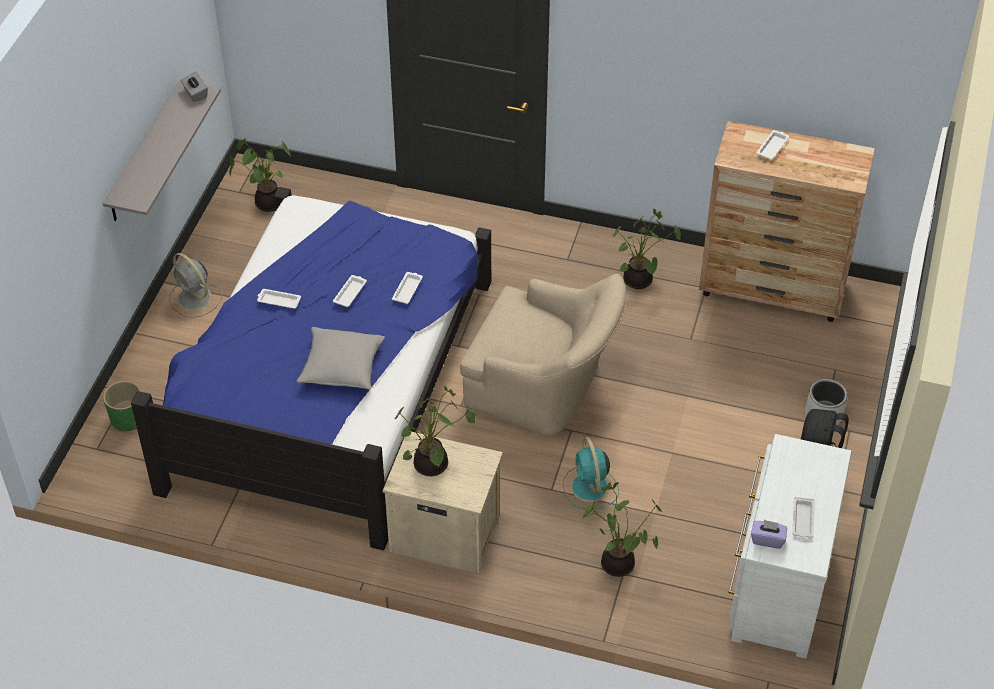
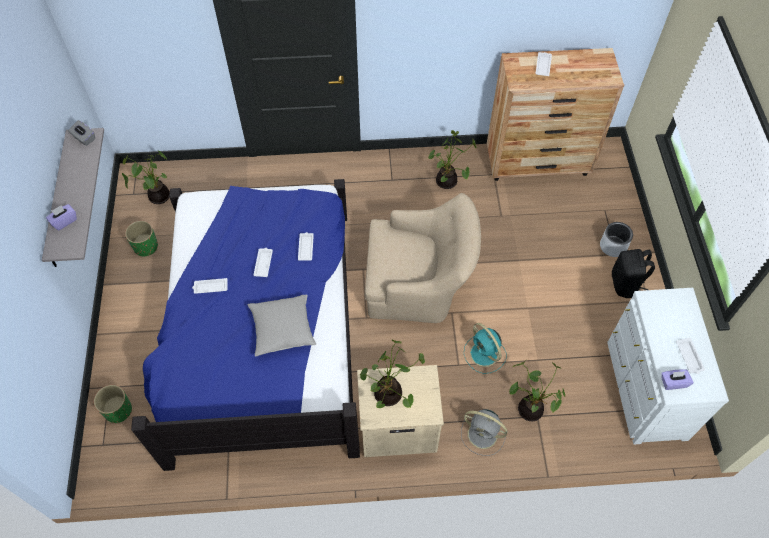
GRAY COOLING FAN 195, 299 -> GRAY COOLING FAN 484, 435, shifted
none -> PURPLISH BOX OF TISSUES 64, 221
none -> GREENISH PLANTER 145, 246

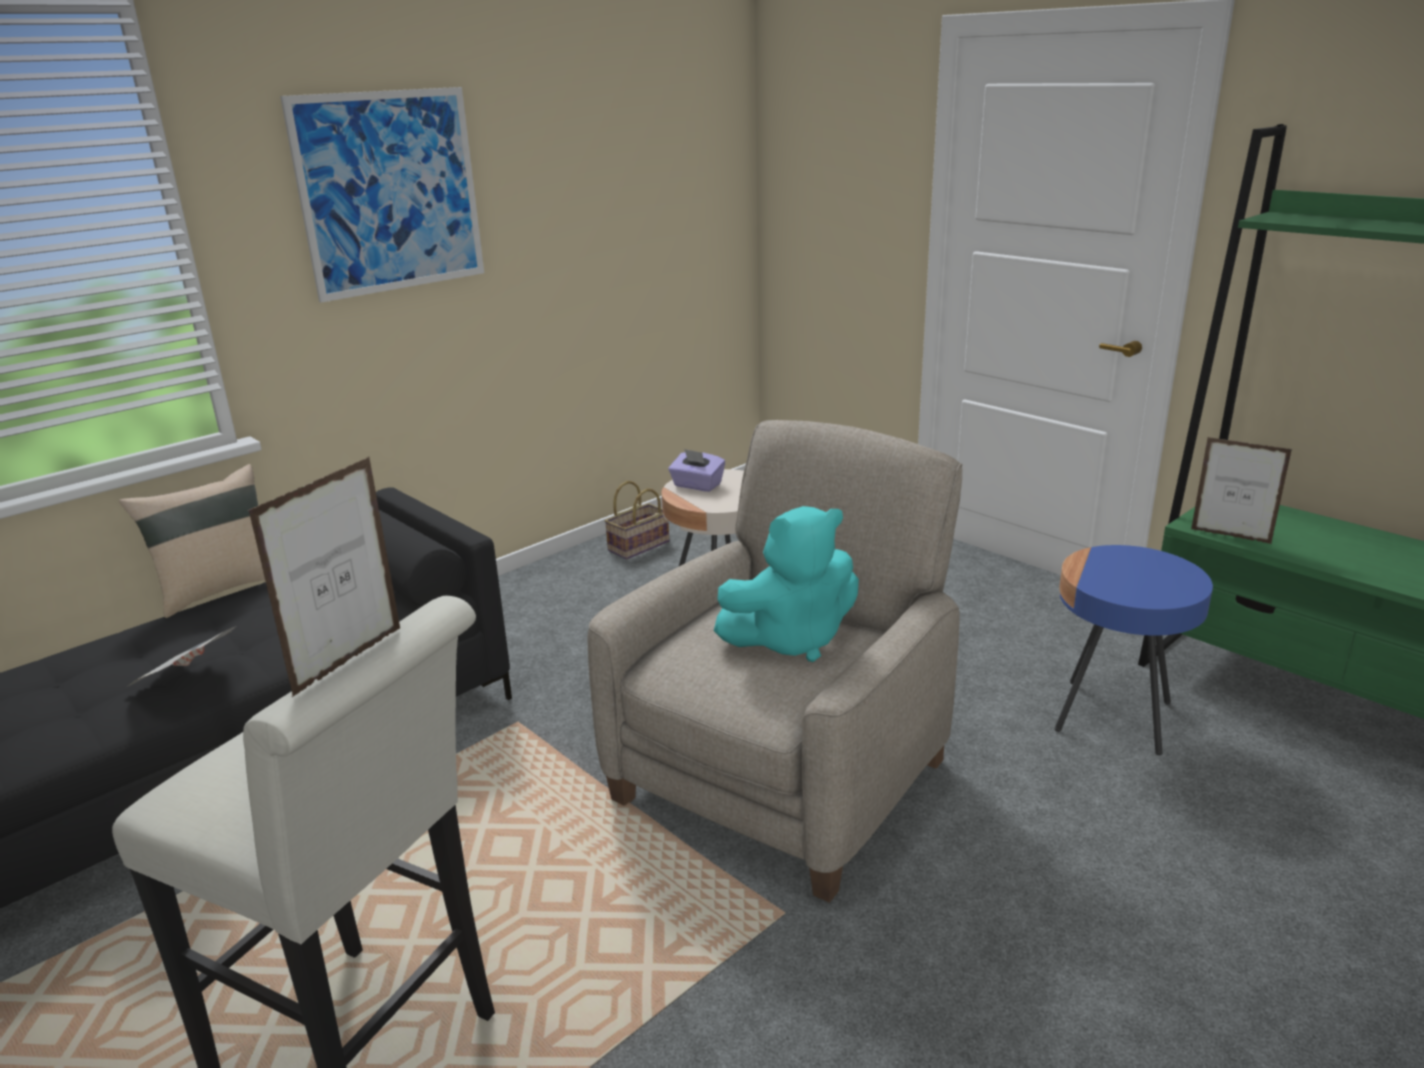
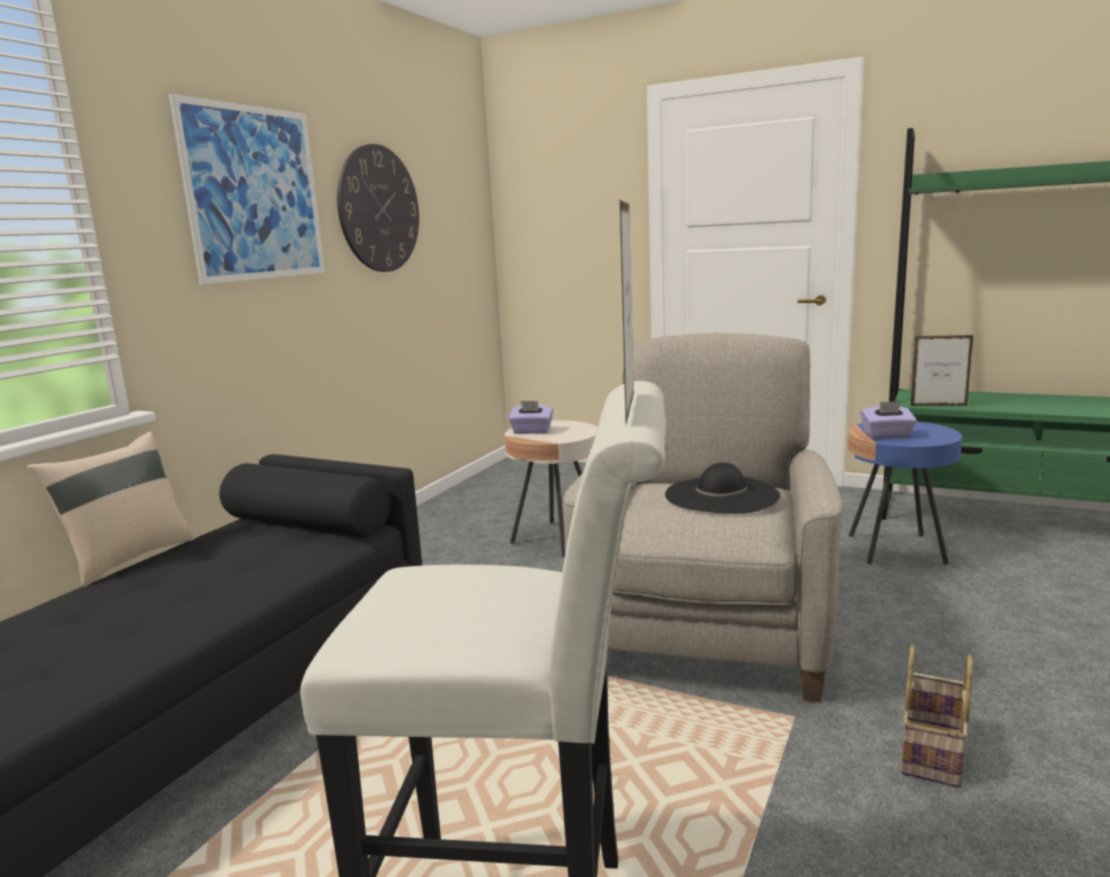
NEWSPAPER 188, 682 -> none
HOUSEHOLD BASKET 638, 547 -> HOUSEHOLD BASKET 933, 754, shifted
TURQUOISE CUDDLY TOY 791, 640 -> BLACK-COLOURED HAT 721, 495
none -> WALL CLOCK 379, 209
none -> PURPLISH BOX OF TISSUES 887, 435

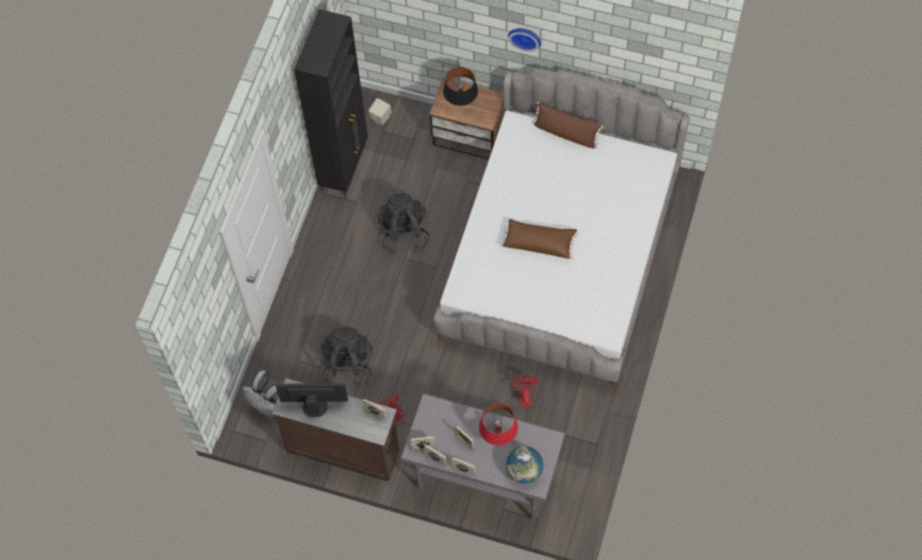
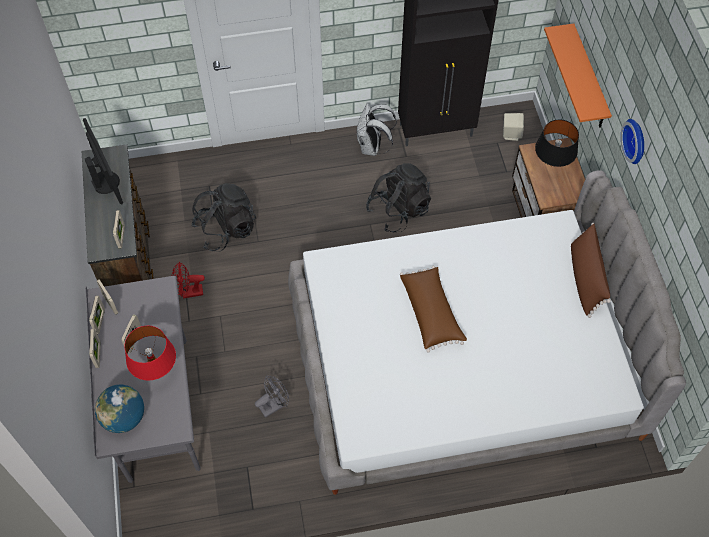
WHITE KNAPSACK 268, 406 -> WHITE KNAPSACK 372, 147, shifted
REDDISH COOLING FAN 524, 395 -> GRAY COOLING FAN 274, 405
none -> ORANGE SHELF 589, 79

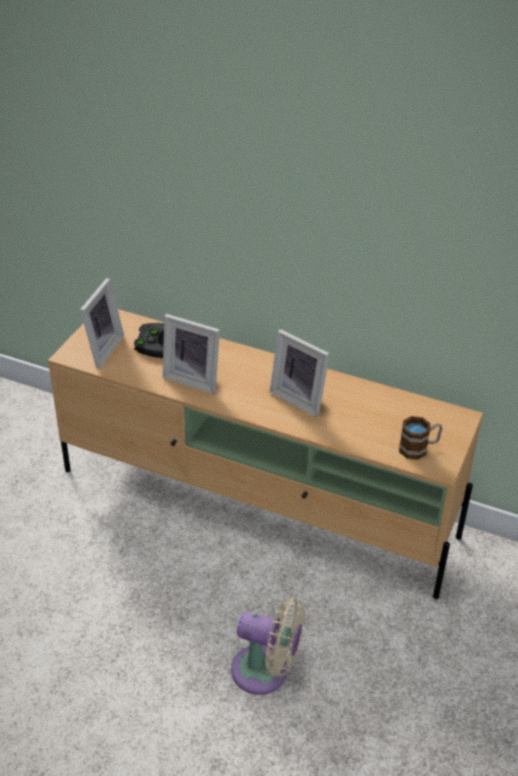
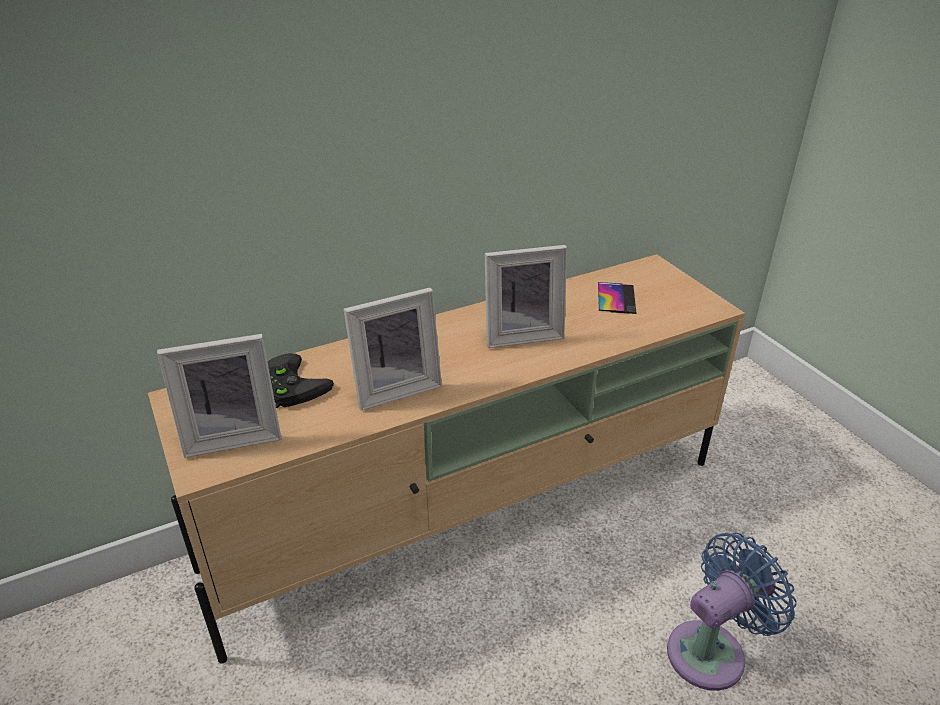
STANDING FRAME 100, 349 -> STANDING FRAME 232, 436, 105 degrees clockwise
BEIGE COOLING FAN 266, 672 -> BLUISH COOLING FAN 712, 650
COFFEE MUG 418, 448 -> none
none -> PHONE 616, 298

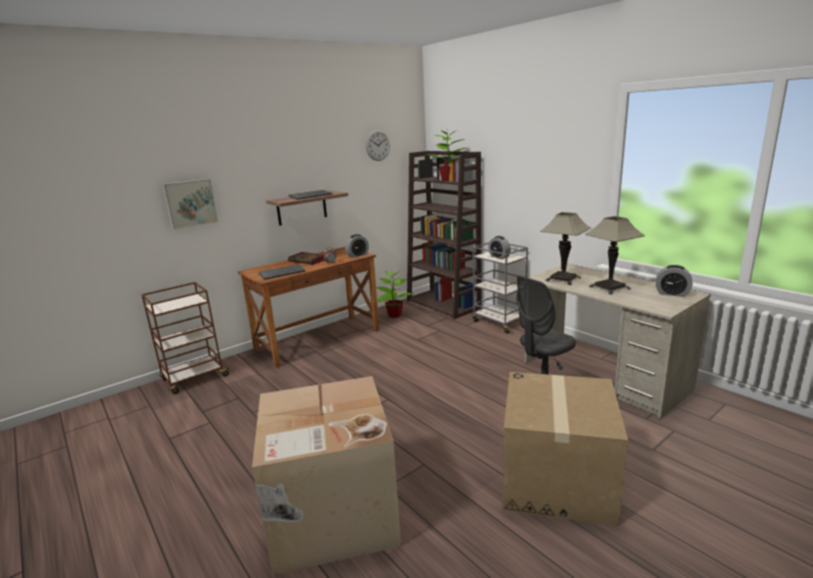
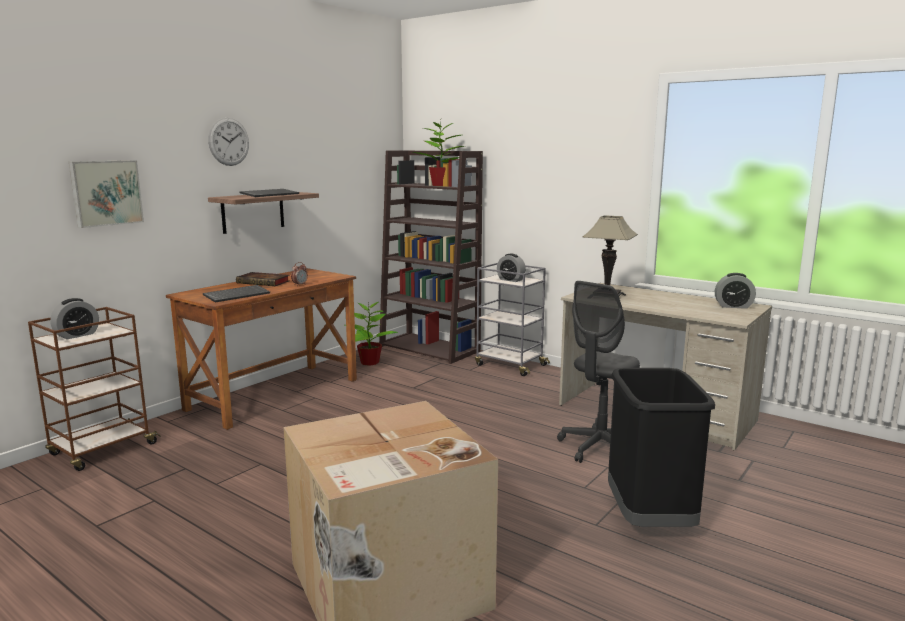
BEDSIDE CLOCK 357, 255 -> BEDSIDE CLOCK 77, 335, shifted
WALL CLOCK 377, 145 -> WALL CLOCK 229, 142, shifted
PACKING BOX 557, 480 -> BLACK-COLOURED TRASH CAN 650, 520
TABLE LAMP 609, 287 -> none

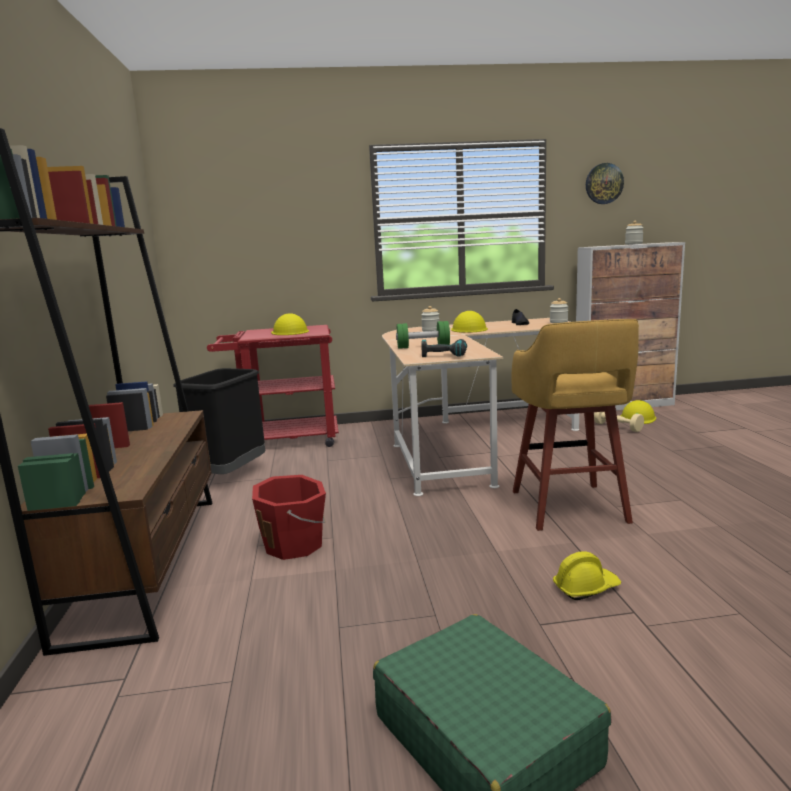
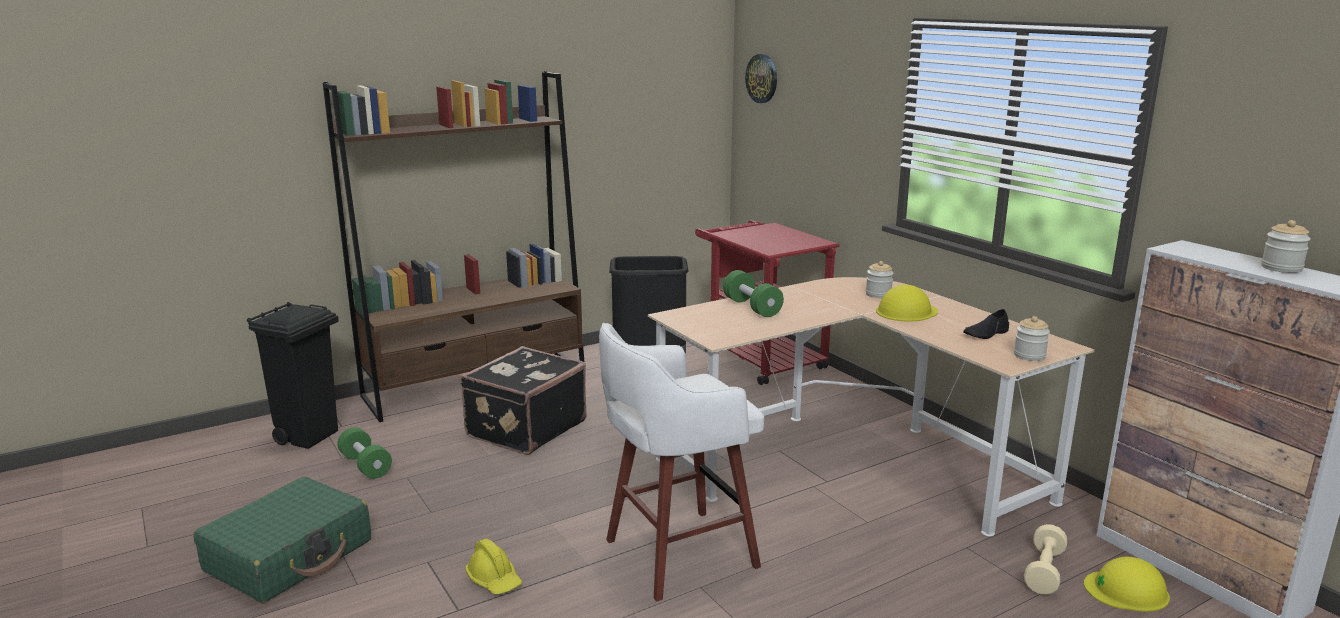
REDDISH PAIL 295, 544 -> BLACK-COLOURED PIECE OF LUGGAGE 524, 428
YELLOWISH HARD HAT 289, 332 -> none
DRILL 444, 354 -> none
YELLOWISH STOOL 569, 508 -> WHITE STOOL 676, 554
WALL CLOCK 604, 183 -> WALL CLOCK 762, 78, shifted
none -> BLACK-COLOURED TRASH CAN 309, 436
none -> GREENISH DUMBBELL 365, 465

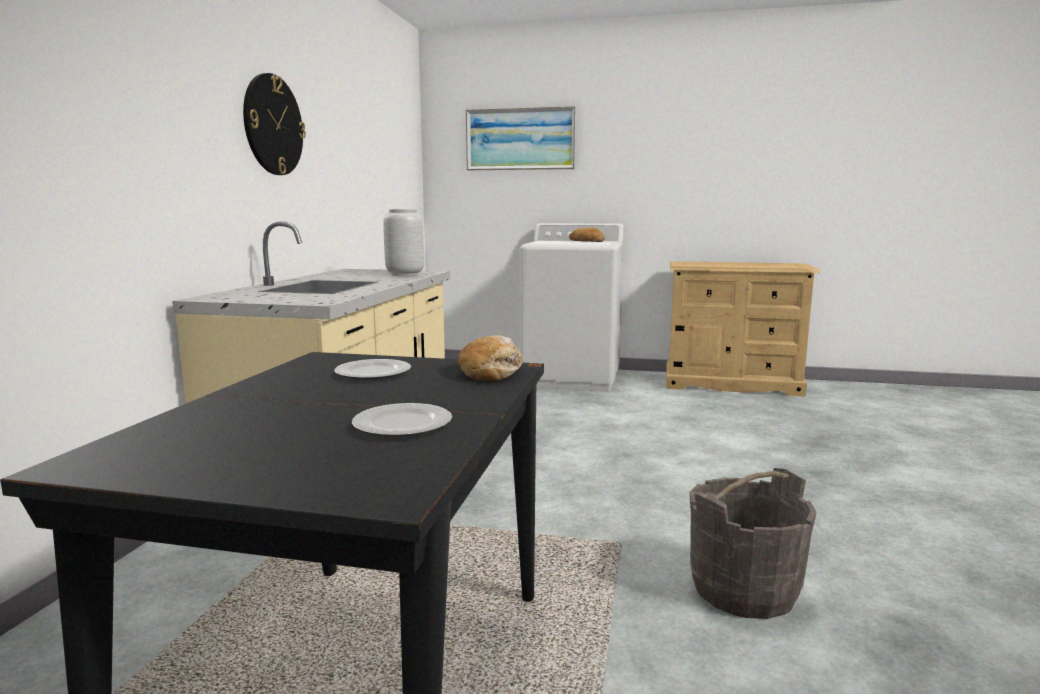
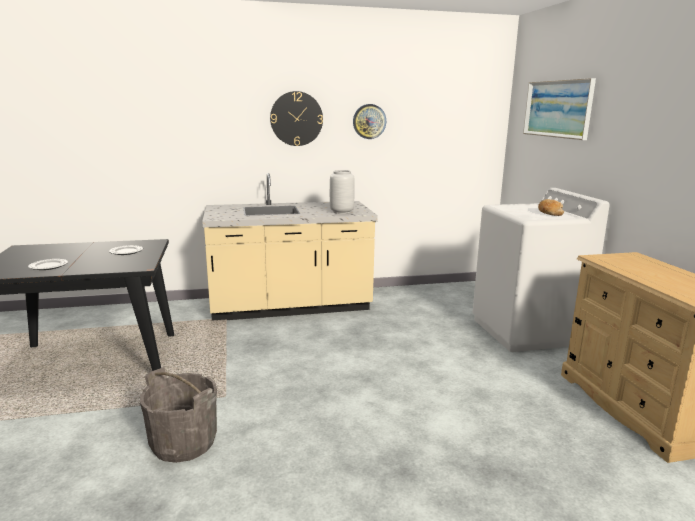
BAKED BREAD 492, 371 -> none
none -> WALL CLOCK 369, 121

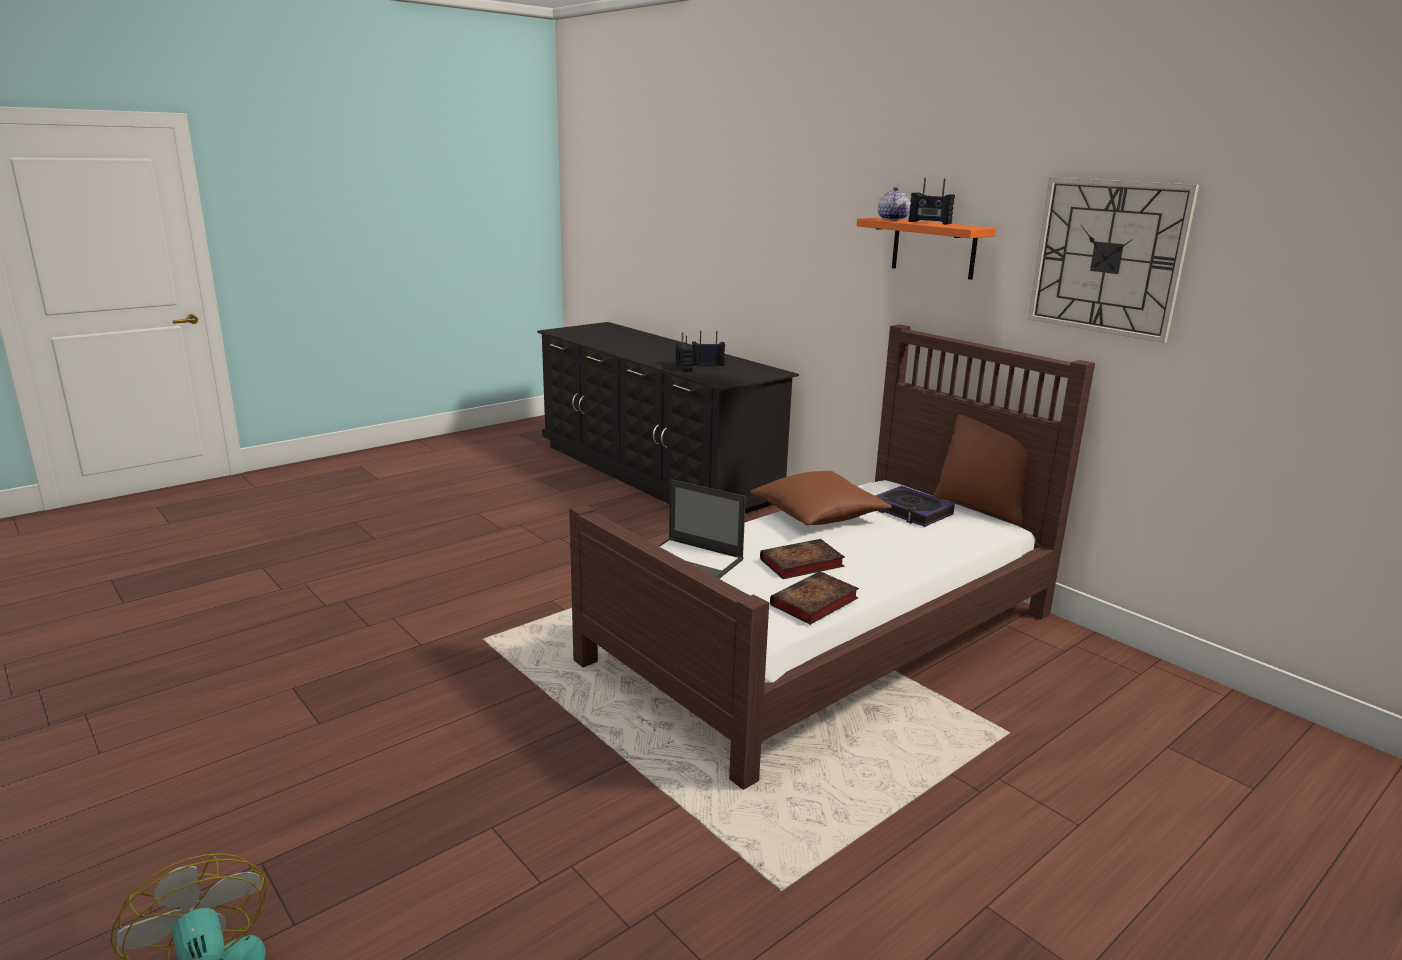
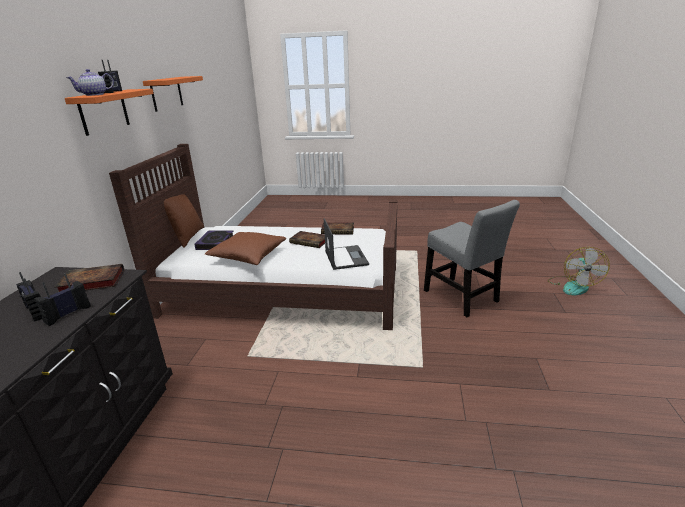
WALL CLOCK 1108, 257 -> ORANGE SHELF 166, 93
none -> BOOK 90, 282
none -> GRAY CHAIR 463, 298

